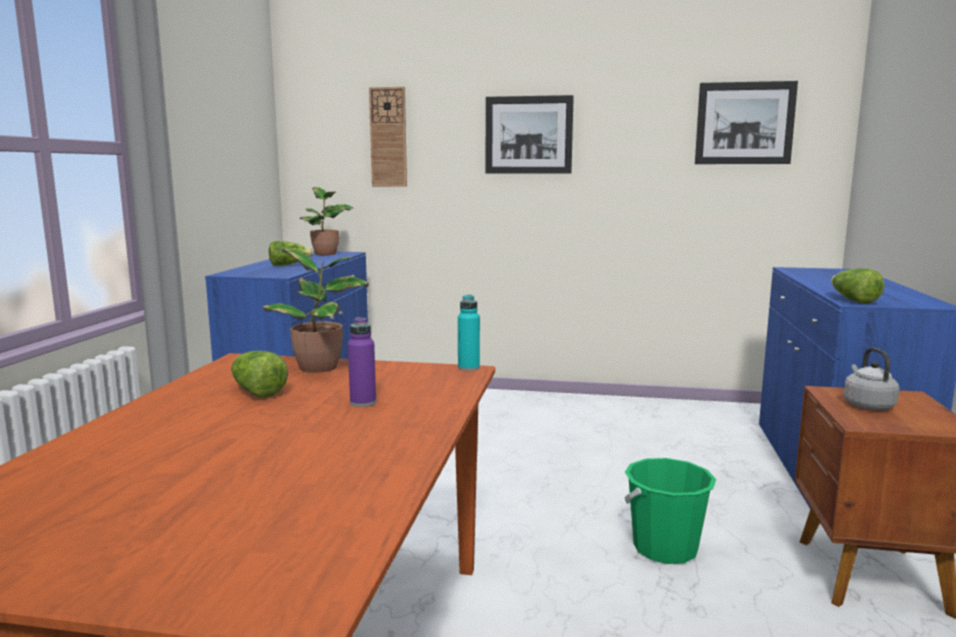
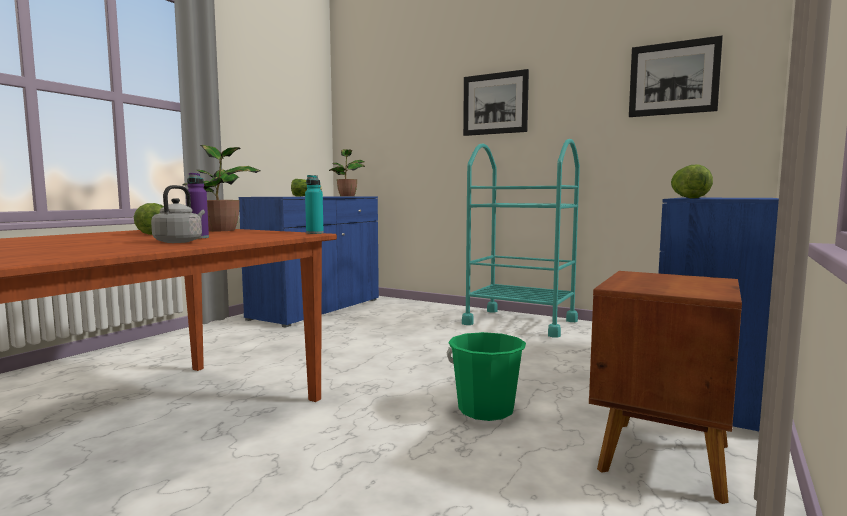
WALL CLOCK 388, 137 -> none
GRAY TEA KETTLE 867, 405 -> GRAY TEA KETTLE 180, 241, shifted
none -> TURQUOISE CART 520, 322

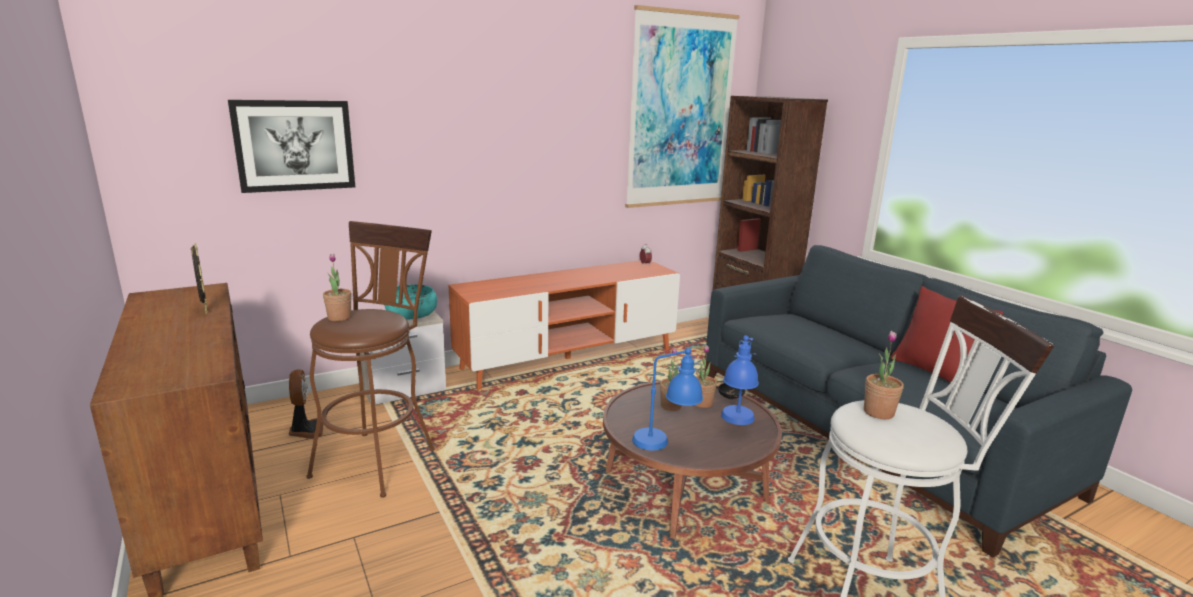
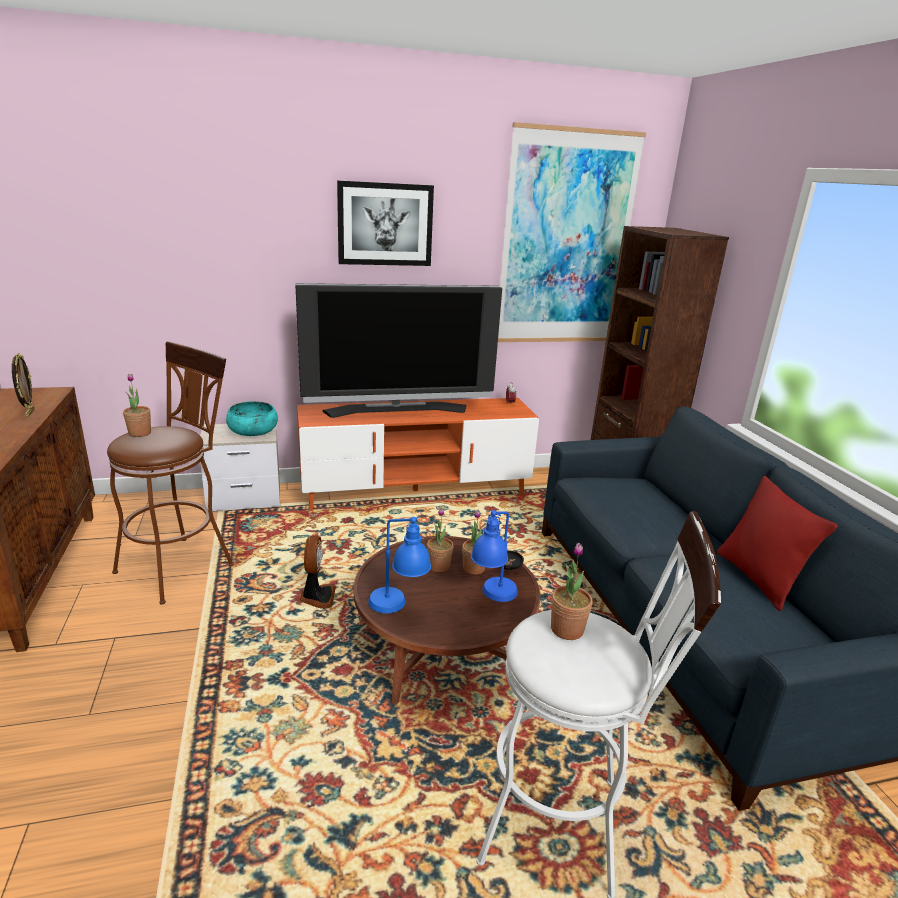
WALL PICTURE 294, 145 -> WALL PICTURE 385, 224, shifted
COOLING FAN 306, 430 -> COOLING FAN 317, 597, shifted
none -> TELEVISION 397, 410

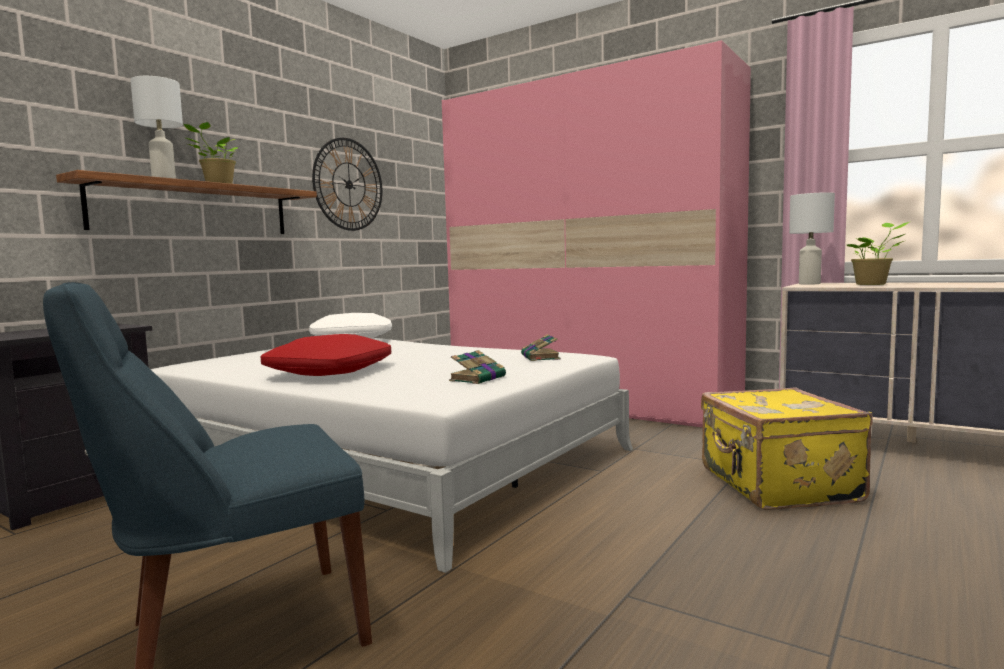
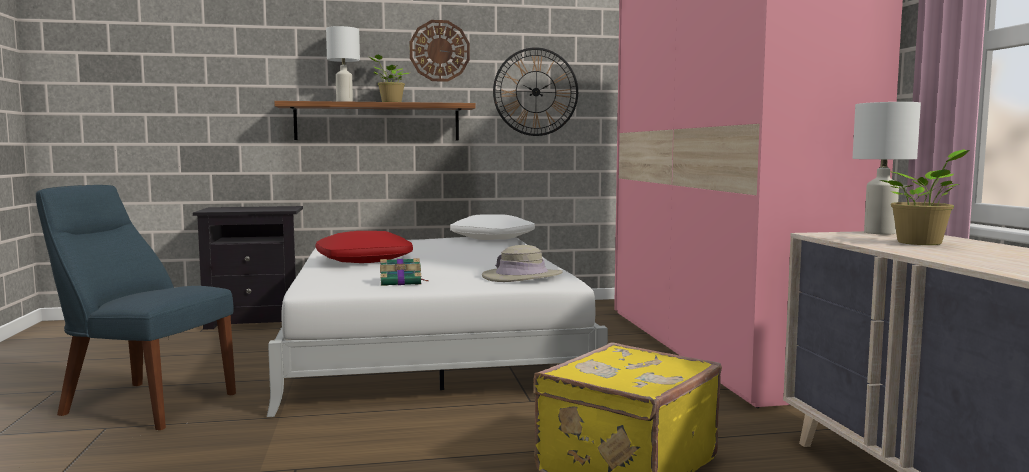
BOOK 540, 357 -> BEIGE HAT 522, 277
none -> WALL CLOCK 439, 51

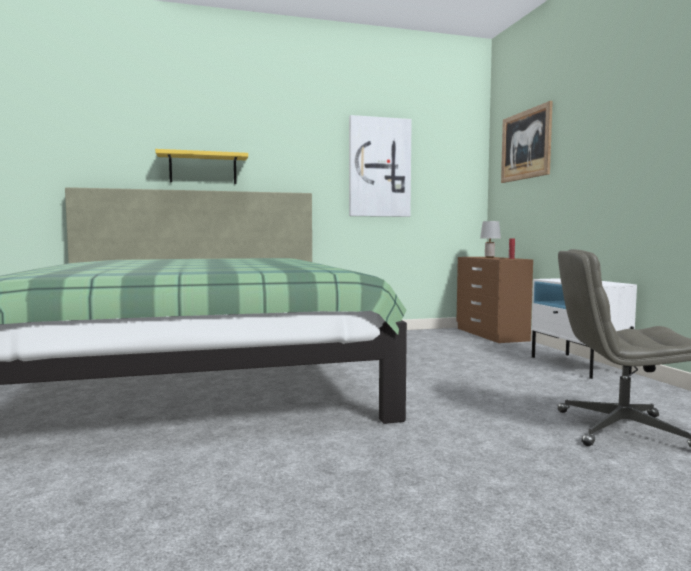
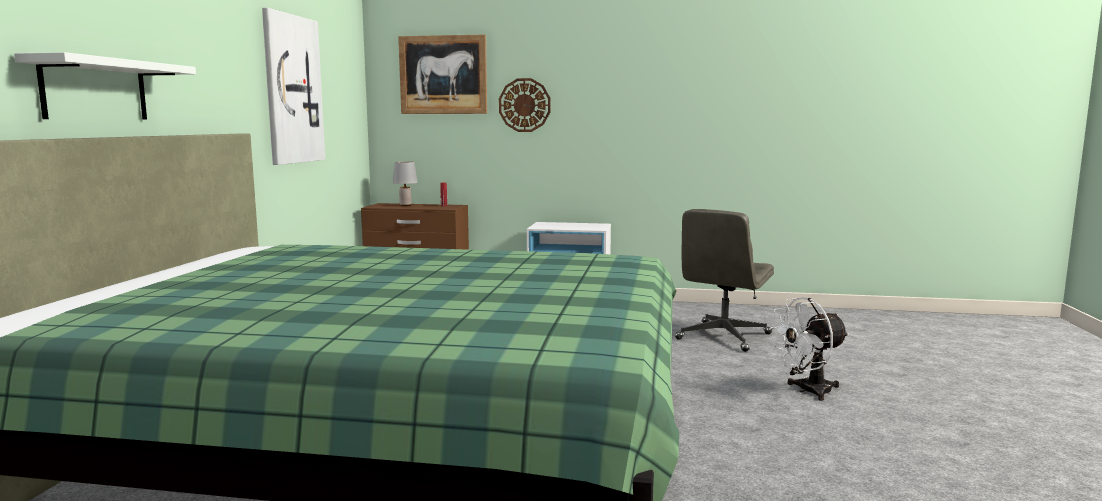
YELLOWISH SHELF 203, 168 -> WHITE SHELF 95, 90
none -> WALL CLOCK 524, 105
none -> WHITE COOLING FAN 808, 391

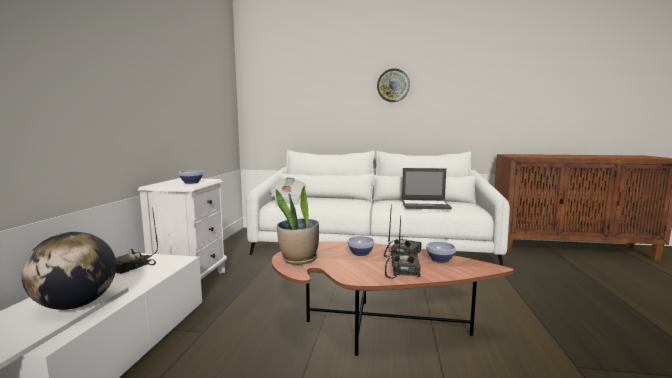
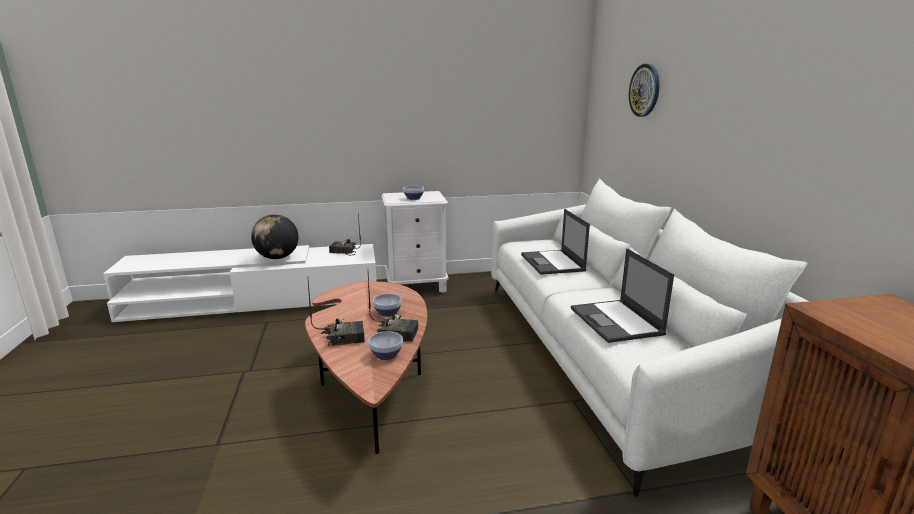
NEWSPAPER 287, 200 -> none
PLANT IN A POT 299, 259 -> none
WALL CLOCK 393, 85 -> WALL CLOCK 645, 90, shifted
none -> LAPTOP 553, 263

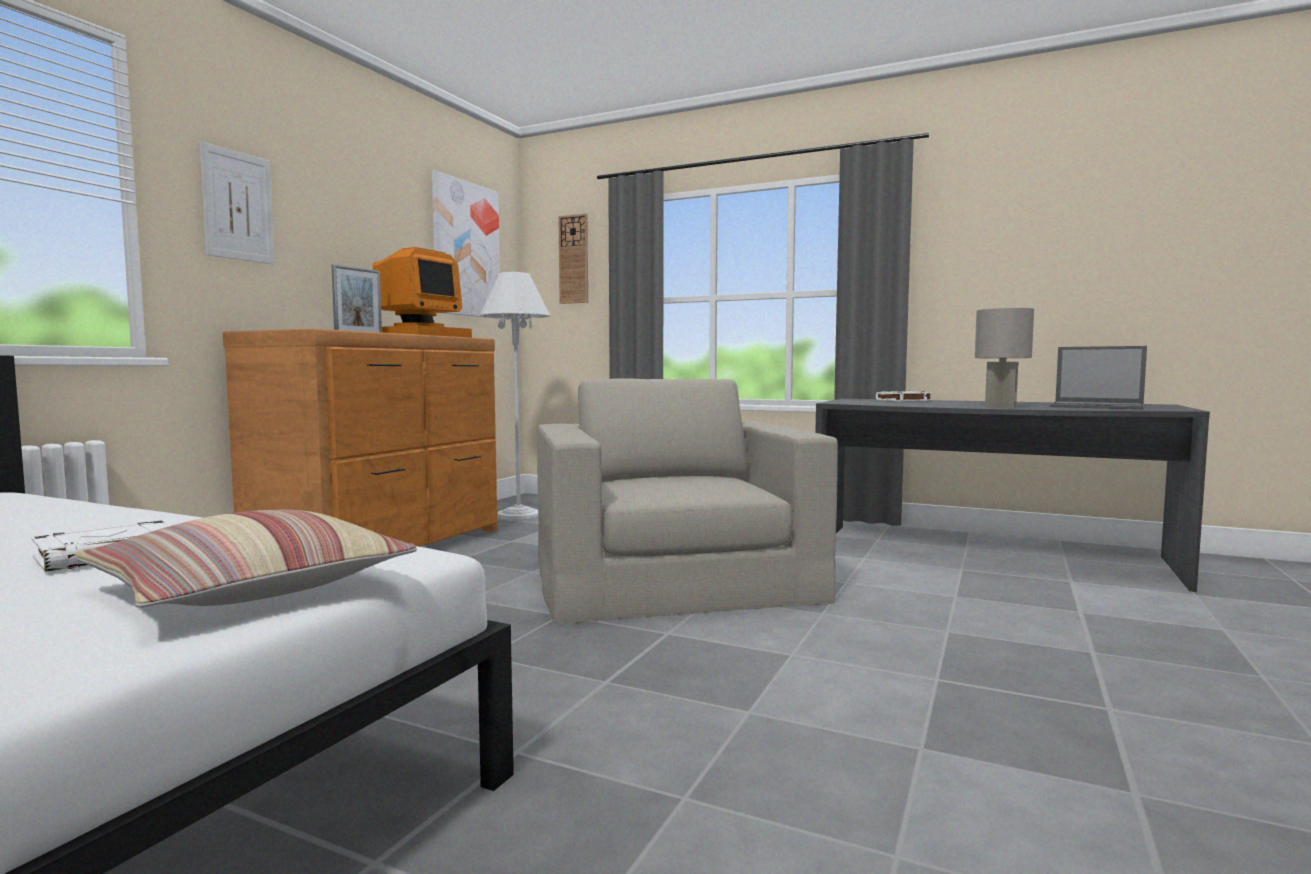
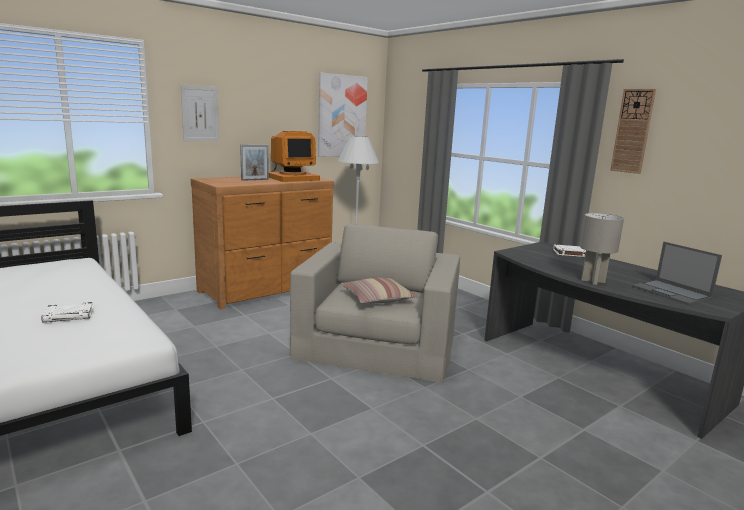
THROW PILLOW 250, 588 -> THROW PILLOW 377, 298, shifted
WALL CLOCK 574, 259 -> WALL CLOCK 632, 131, shifted

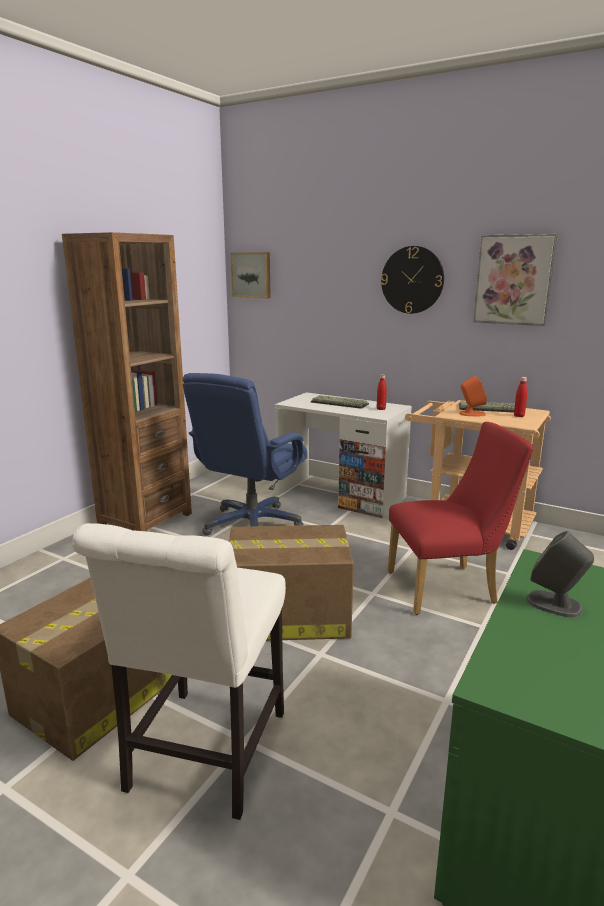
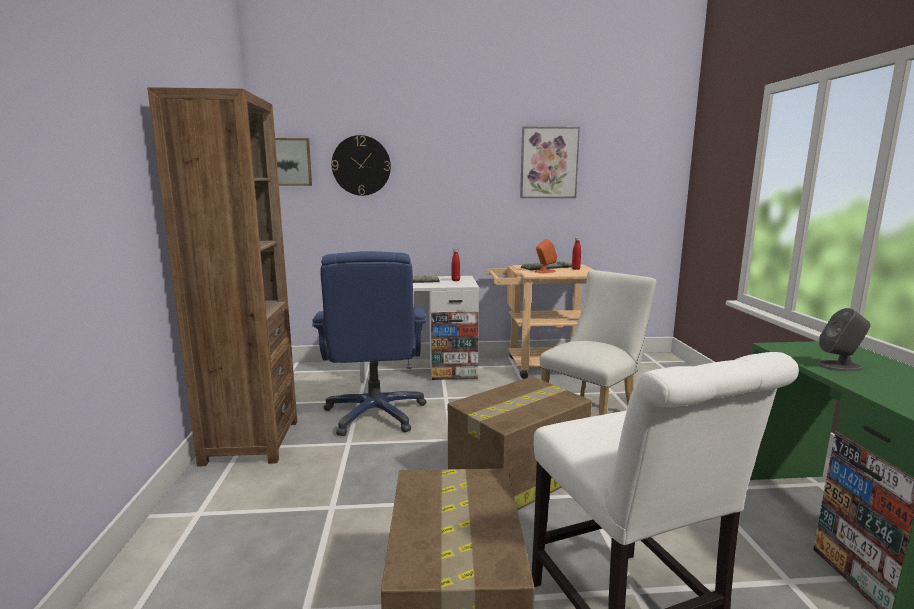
WALL CLOCK 412, 280 -> WALL CLOCK 361, 165, shifted
REDDISH CHAIR 449, 587 -> WHITE CHAIR 593, 413

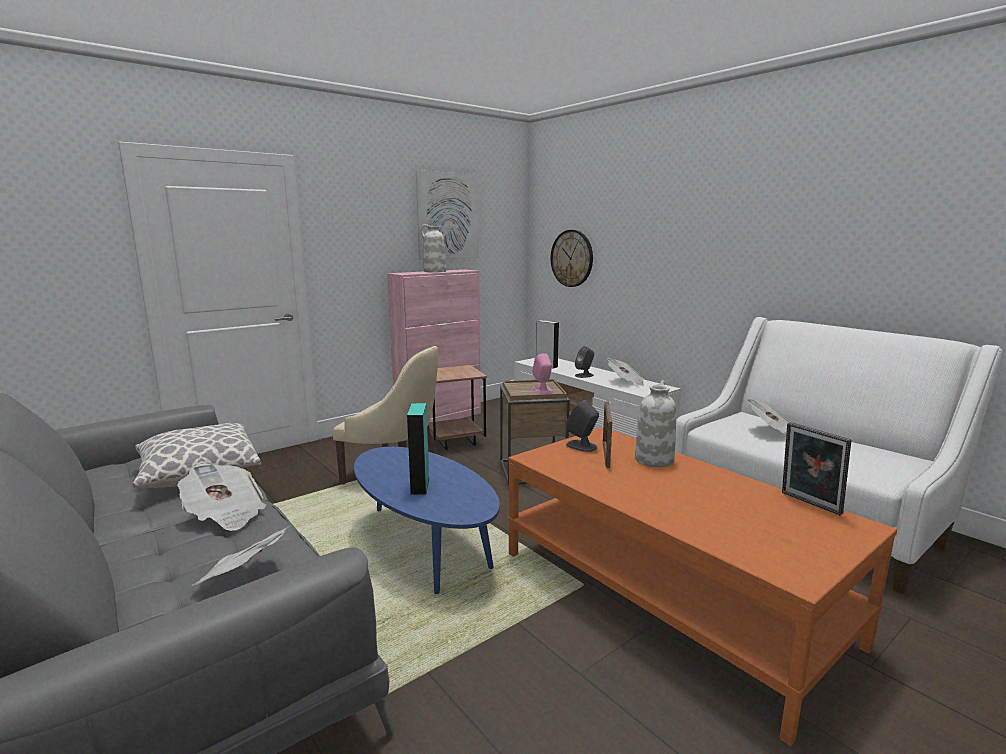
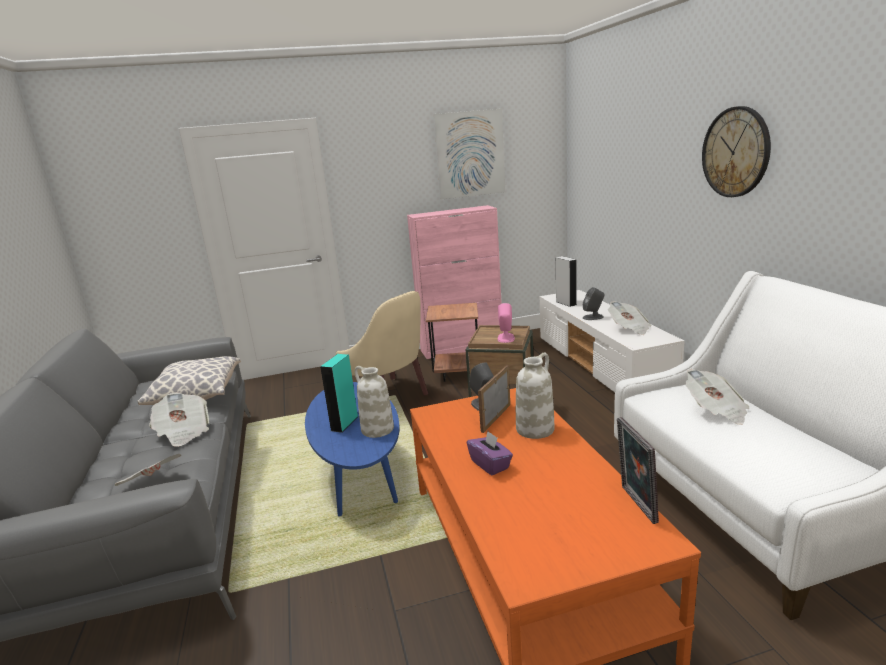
WHITE VASE 434, 271 -> WHITE VASE 377, 429, shifted
WALL CLOCK 572, 258 -> WALL CLOCK 735, 152, shifted
none -> PURPLISH BOX OF TISSUES 490, 464

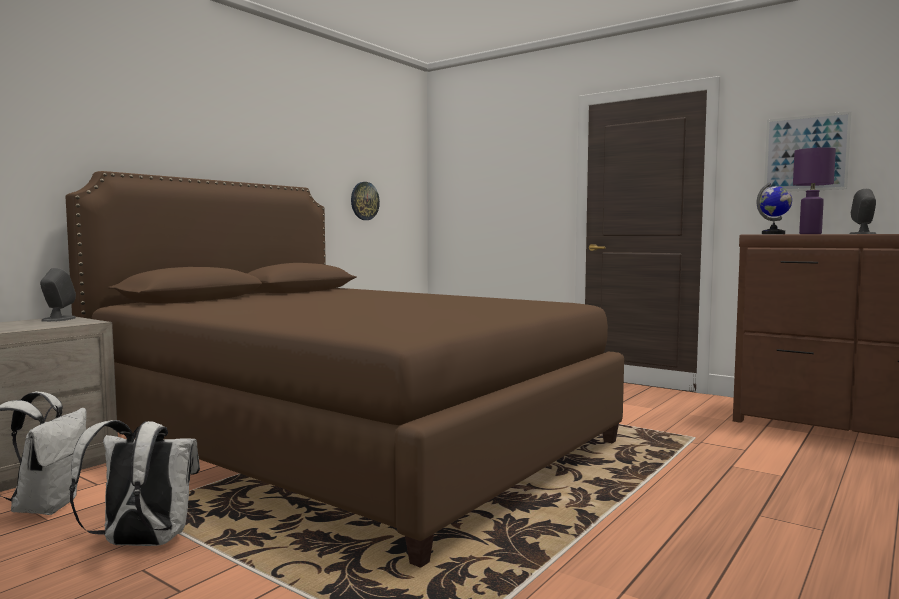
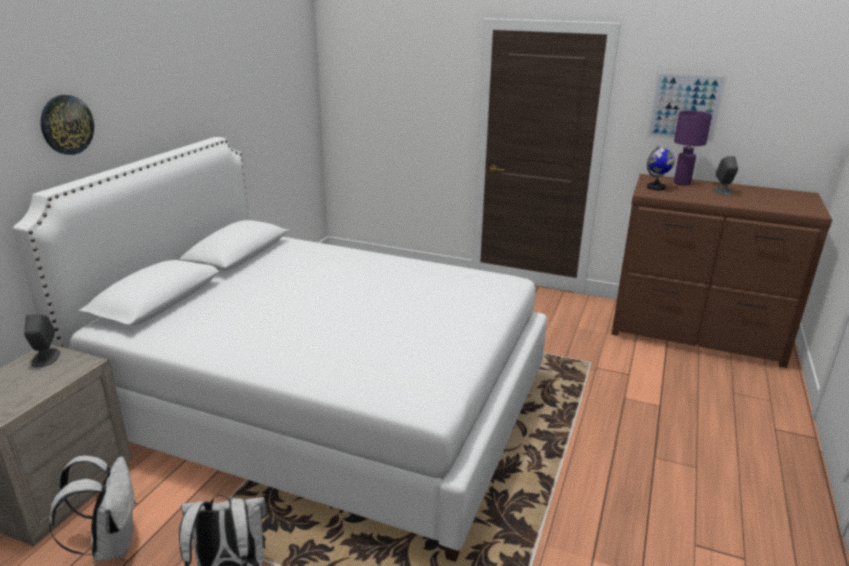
BROWNISH SLEEPING BED 349, 441 -> WHITE SLEEPING BED 324, 405
WALL CLOCK 364, 201 -> WALL CLOCK 66, 124, shifted

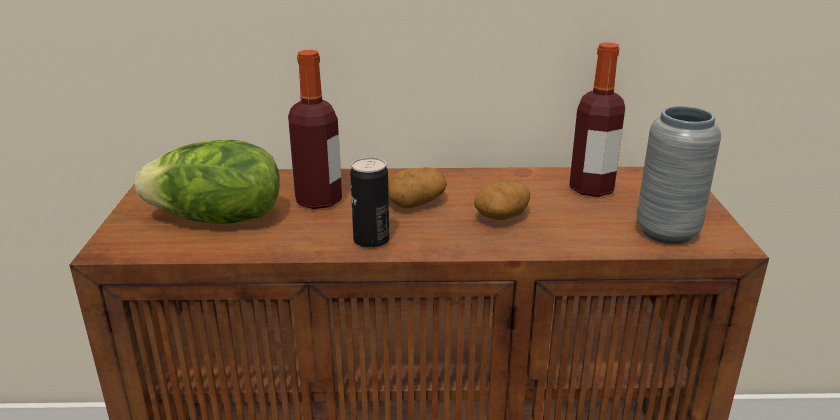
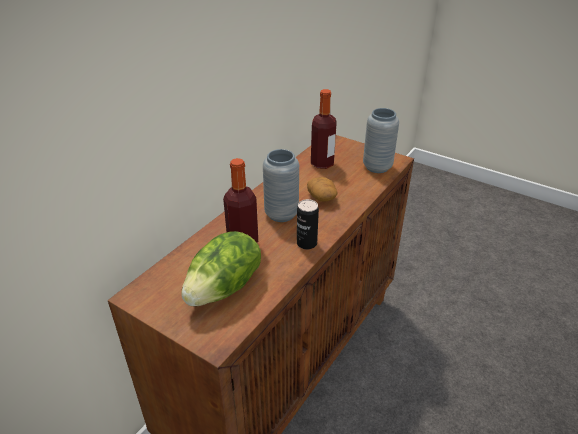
WHOLE POTATO 415, 202 -> GRAY VASE 281, 214

